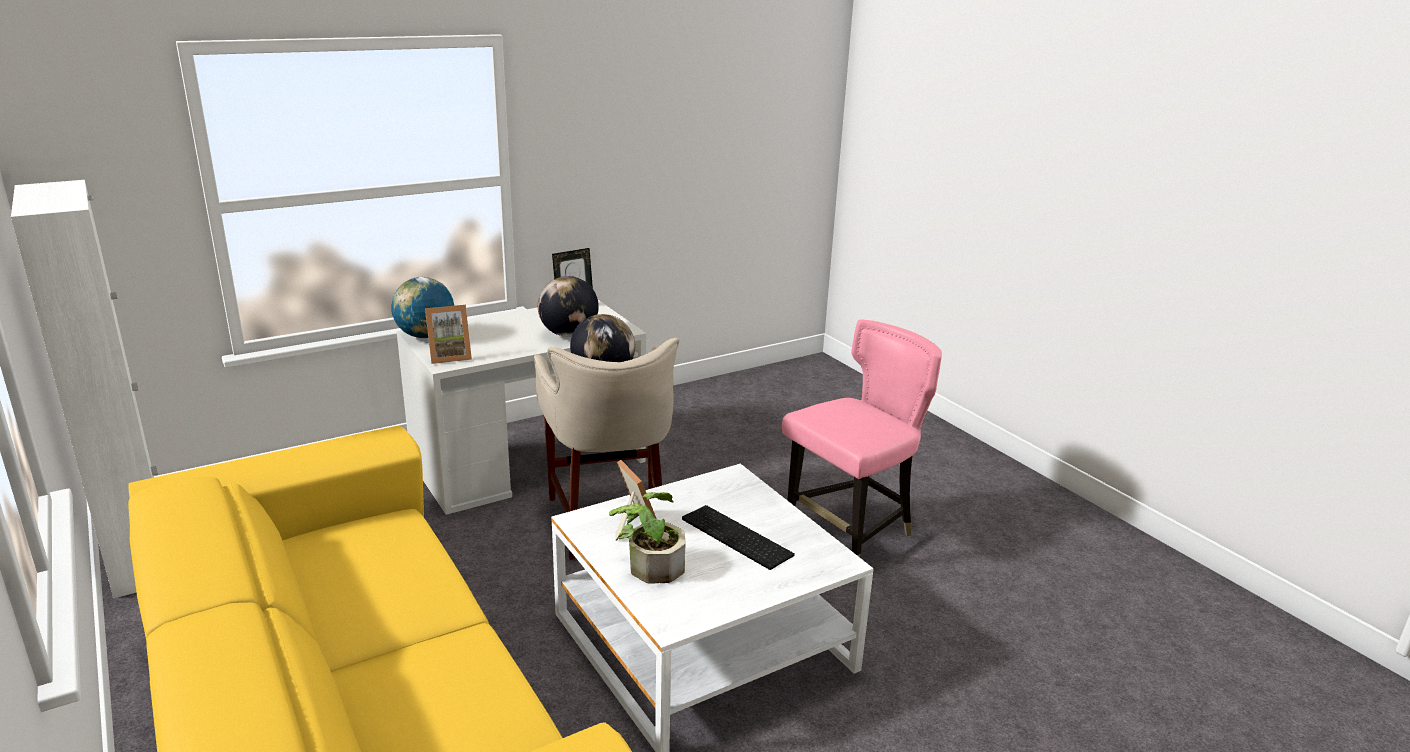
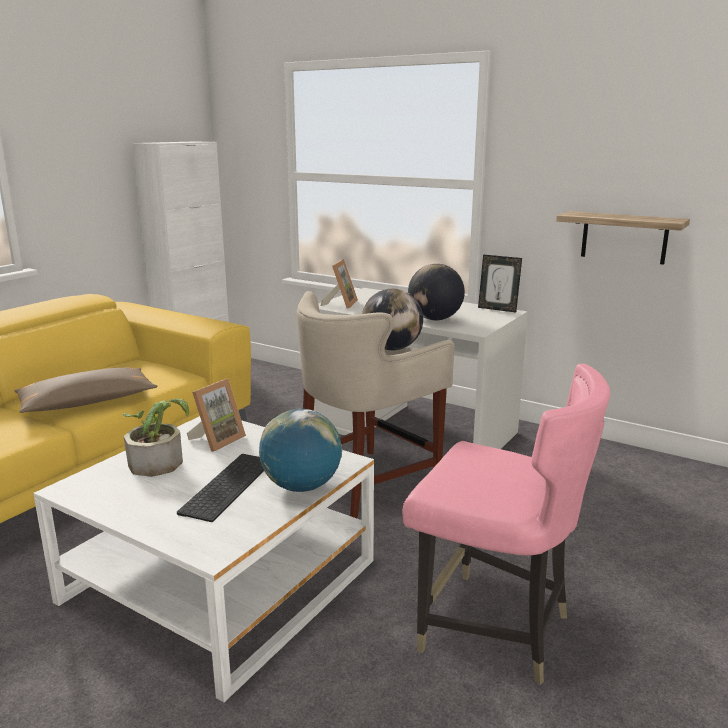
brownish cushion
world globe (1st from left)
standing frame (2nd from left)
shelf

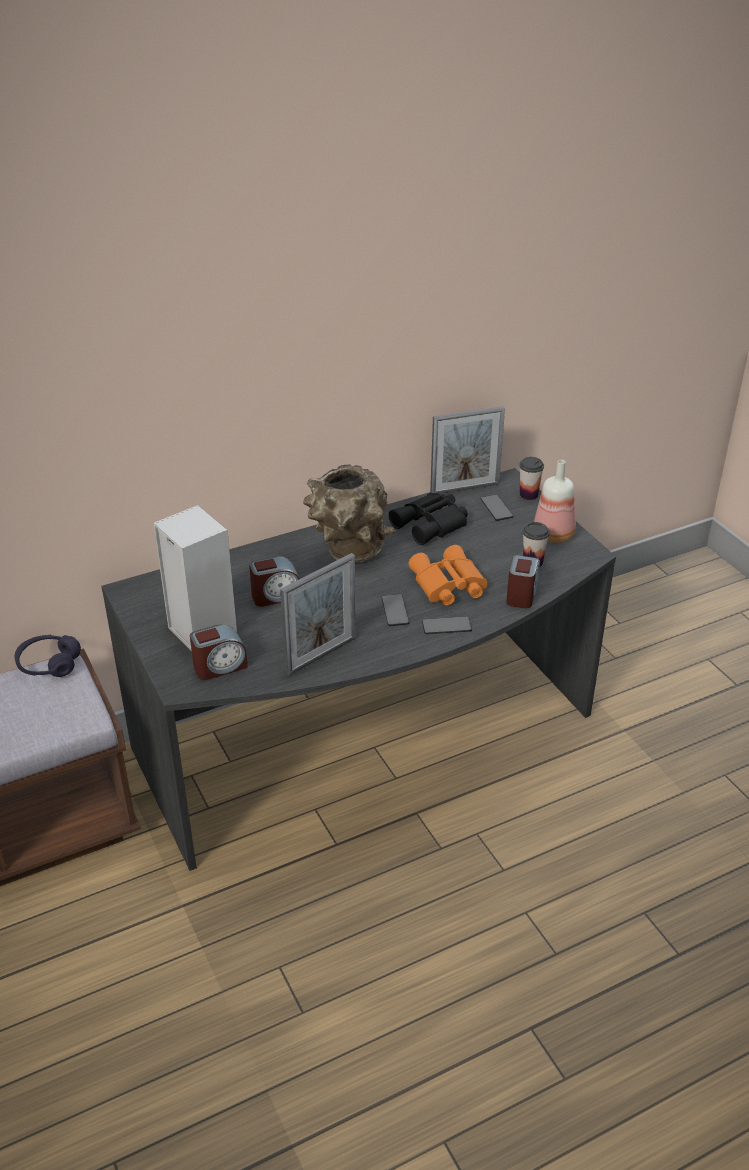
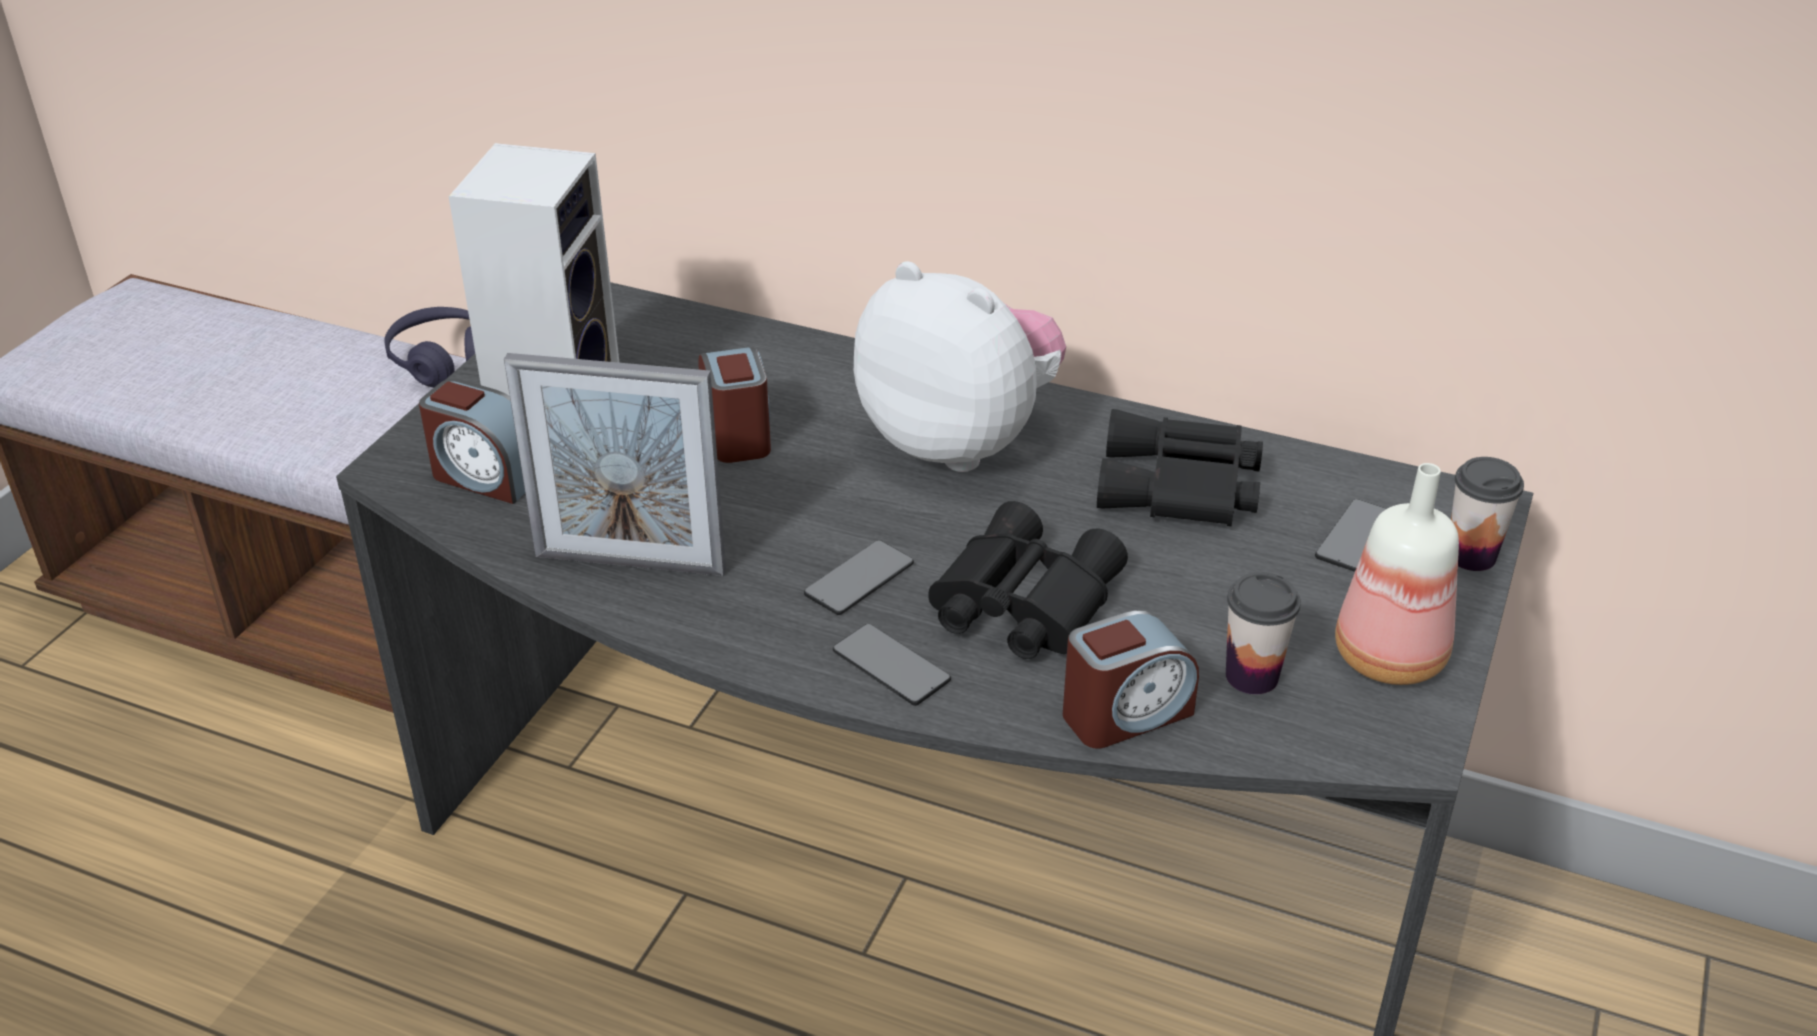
table clock (2nd from left)
cuddly toy
black-coloured pair of binoculars (1st from left)
standing frame (2nd from left in the first image)

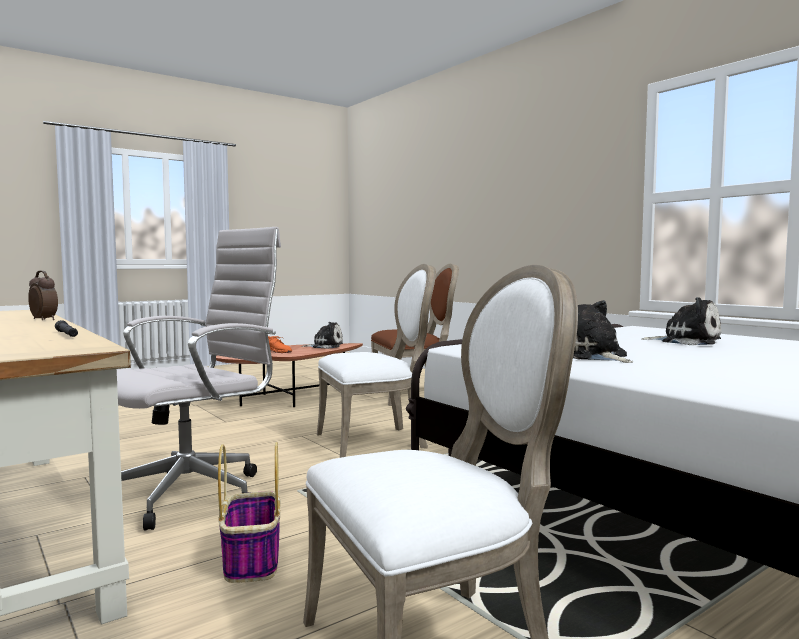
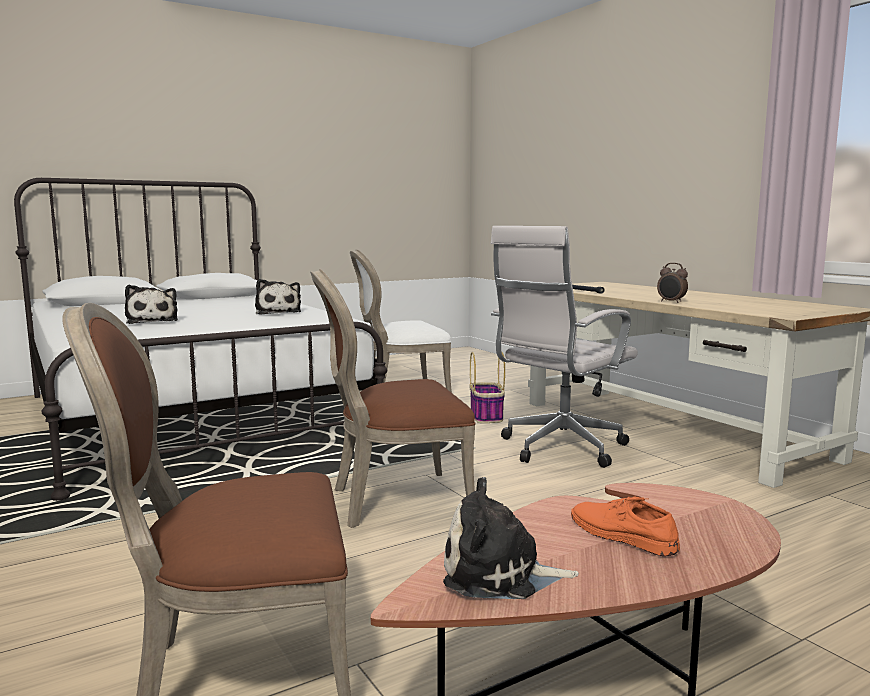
cuddly toy (1st from left)
brownish chair (2nd from left)

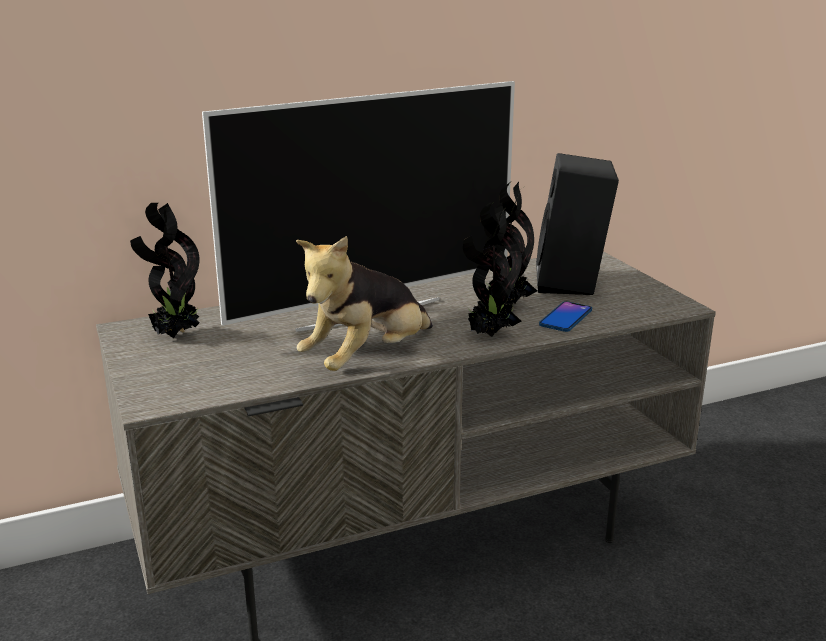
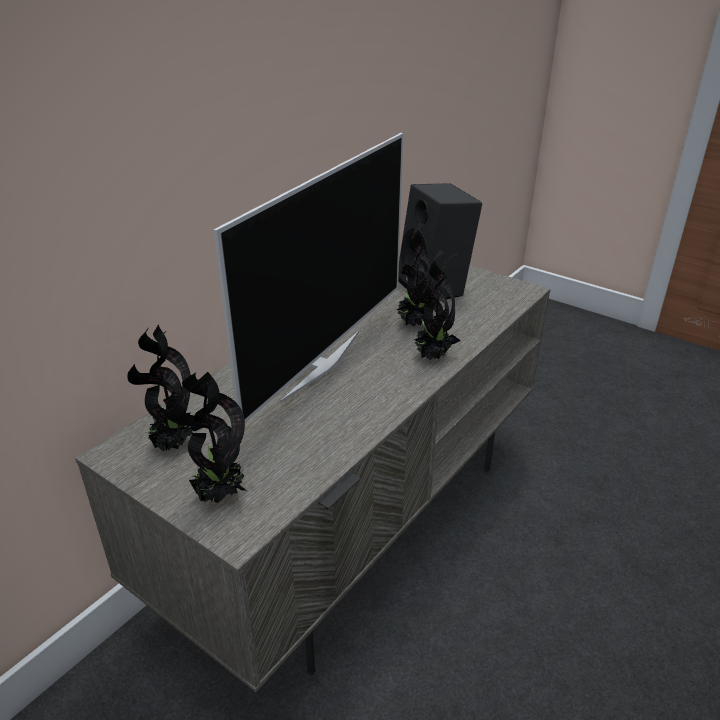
potted plant (2nd from left)
cuddly toy
telephone

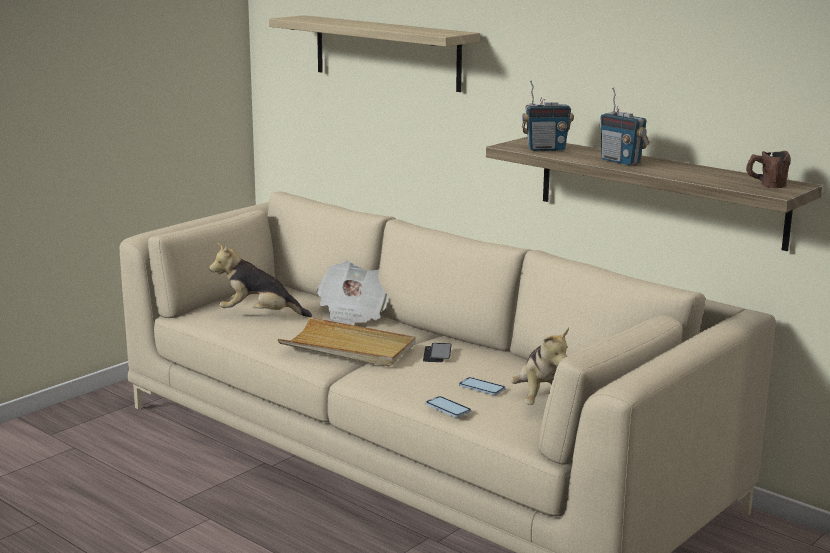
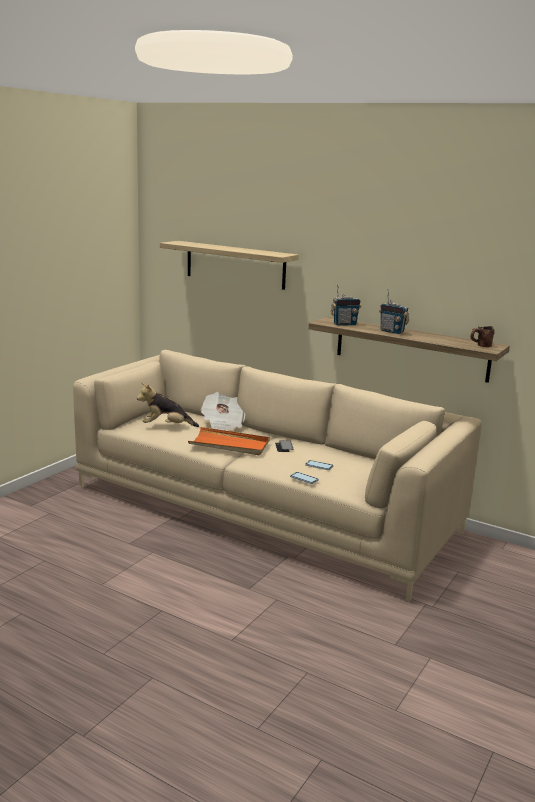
orange serving tray
cuddly toy (2nd from left in the first image)

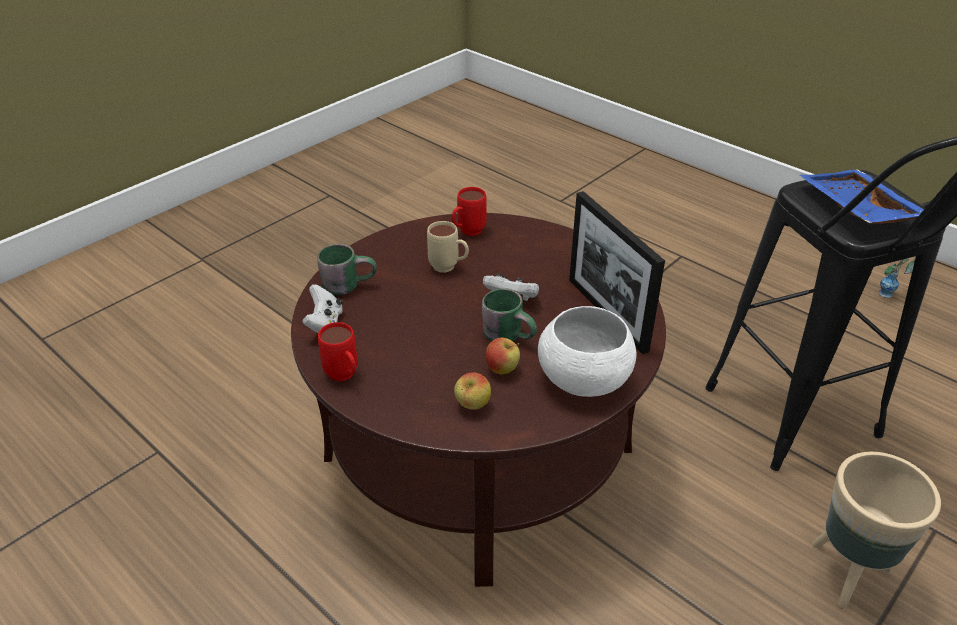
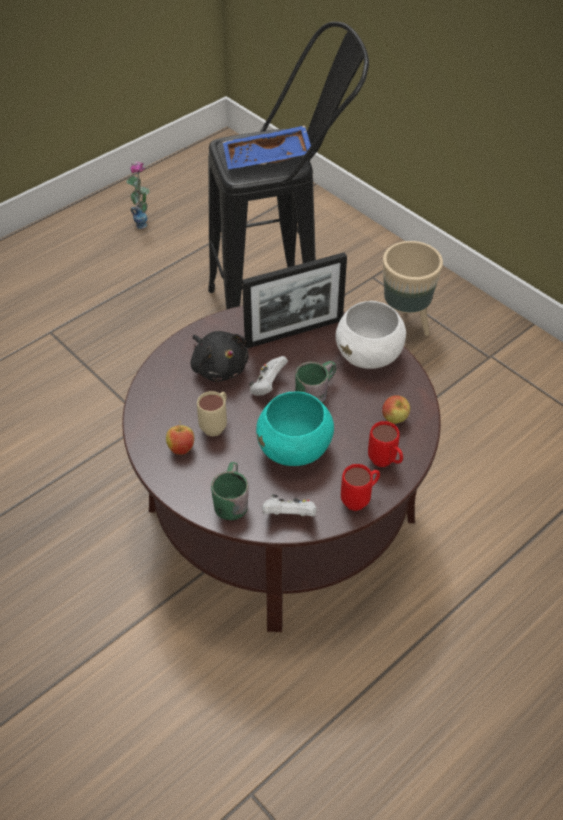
whole apple (1st from left)
black-coloured cuddly toy
turquoise-coloured deep dish
red coffee mug (2nd from left)

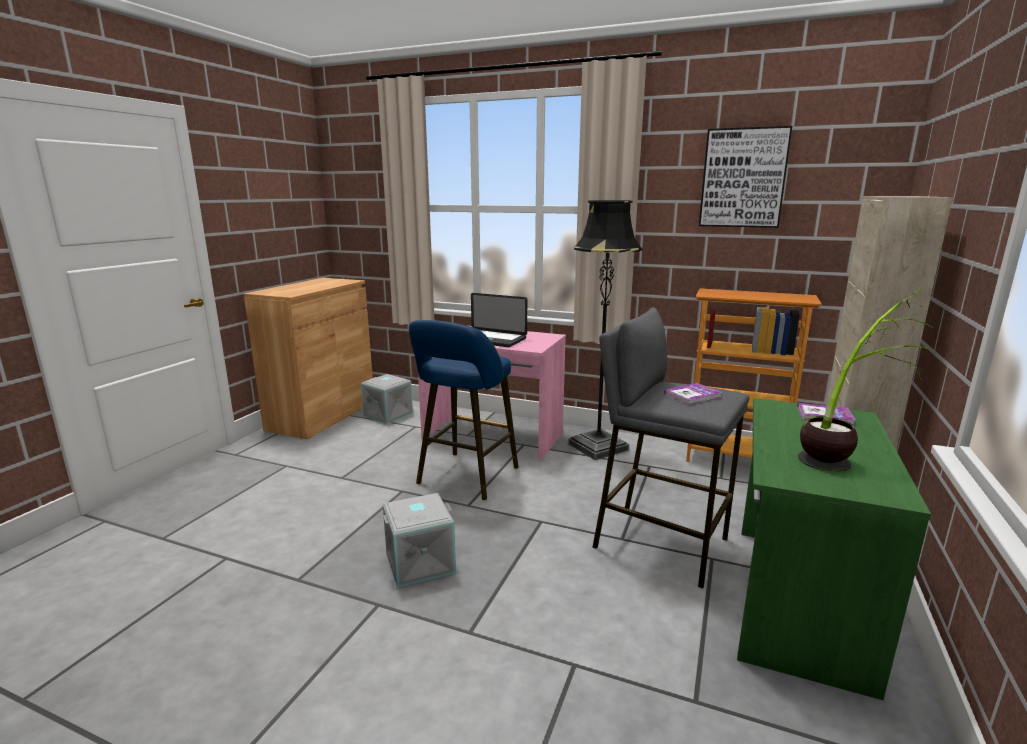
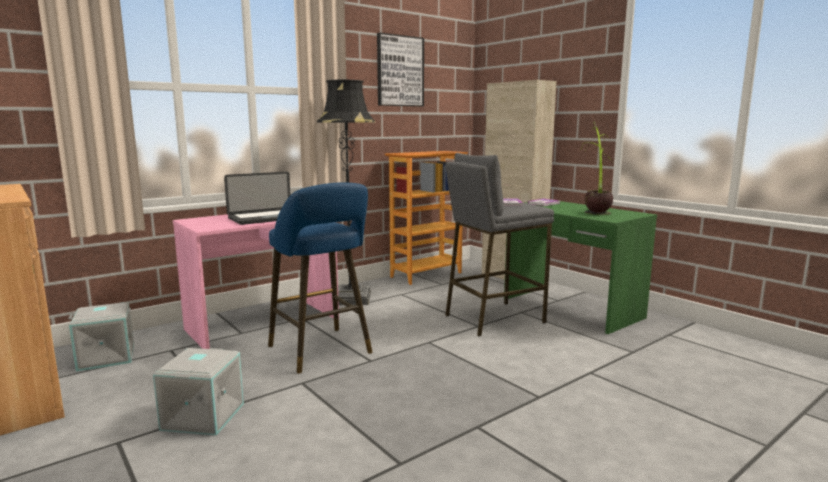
gray storage container (2nd from left)

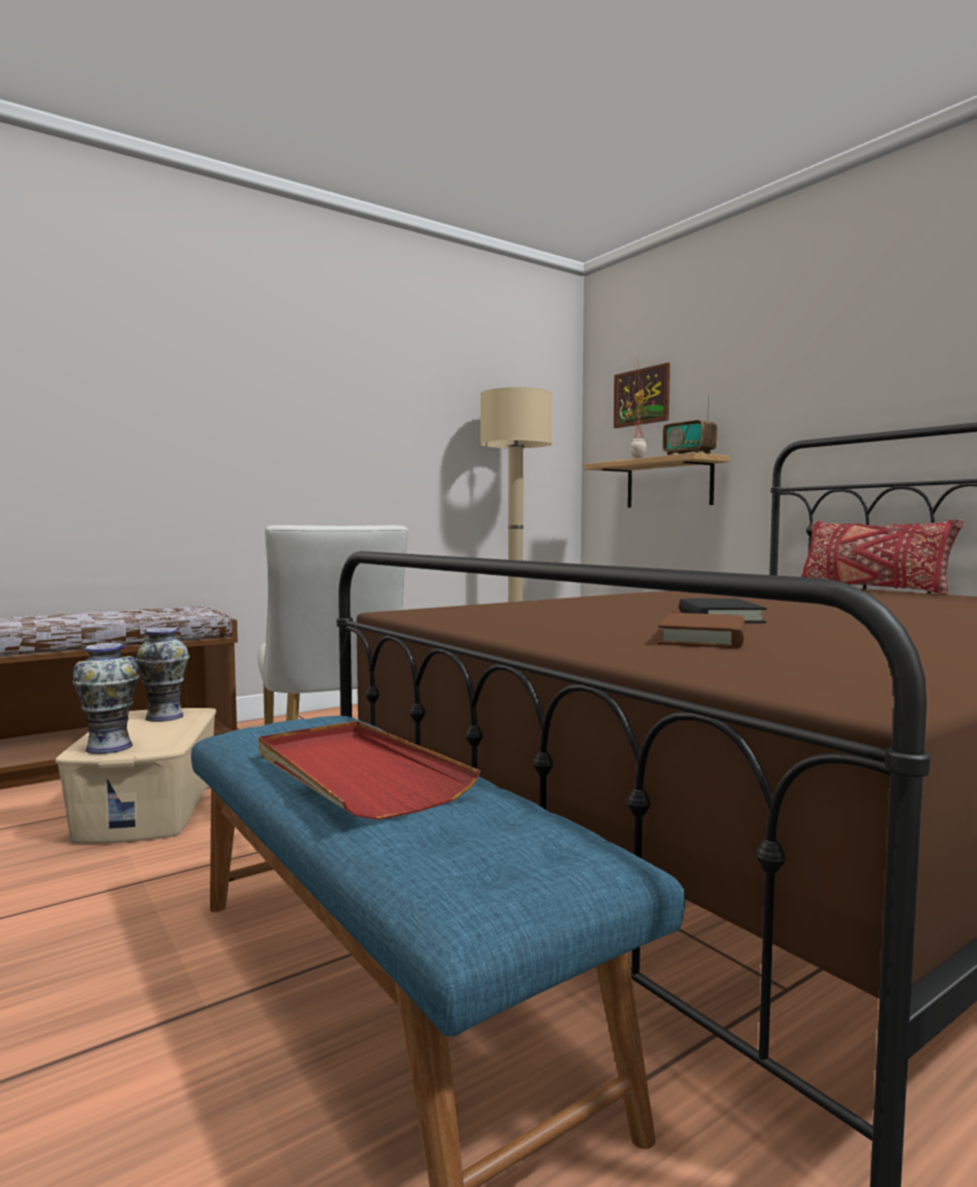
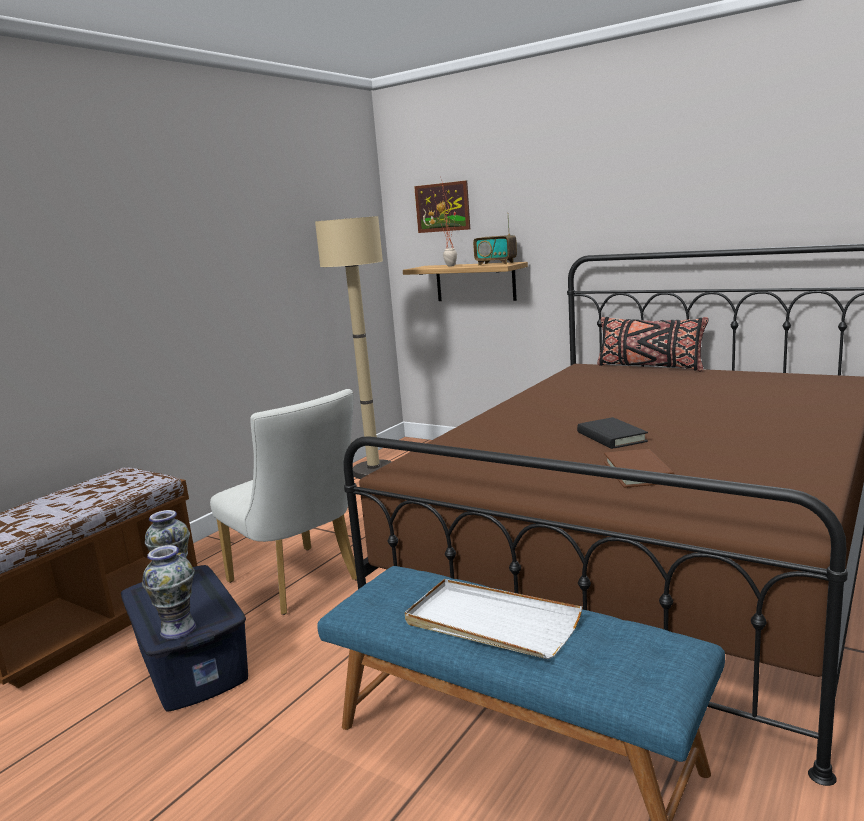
blue storage container
white-coloured serving tray
black-coloured cushion

